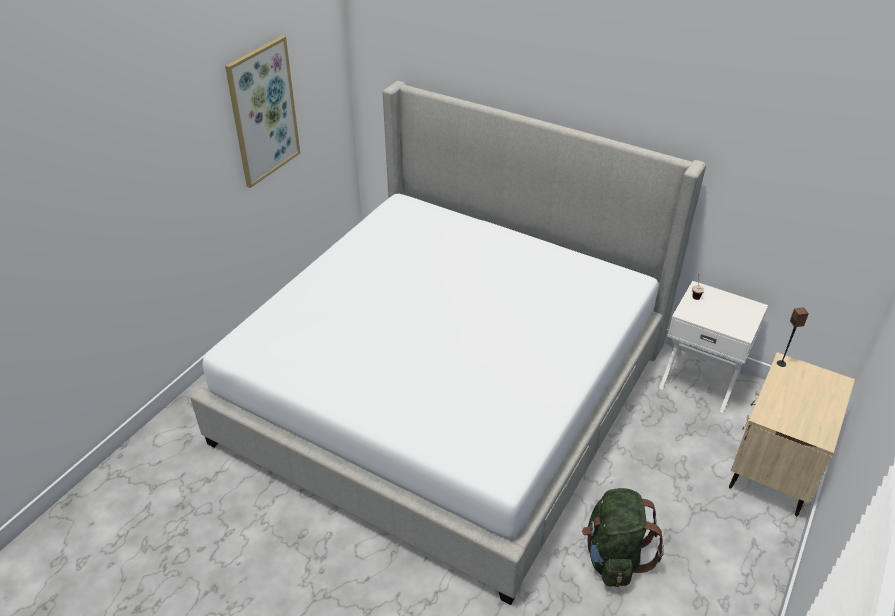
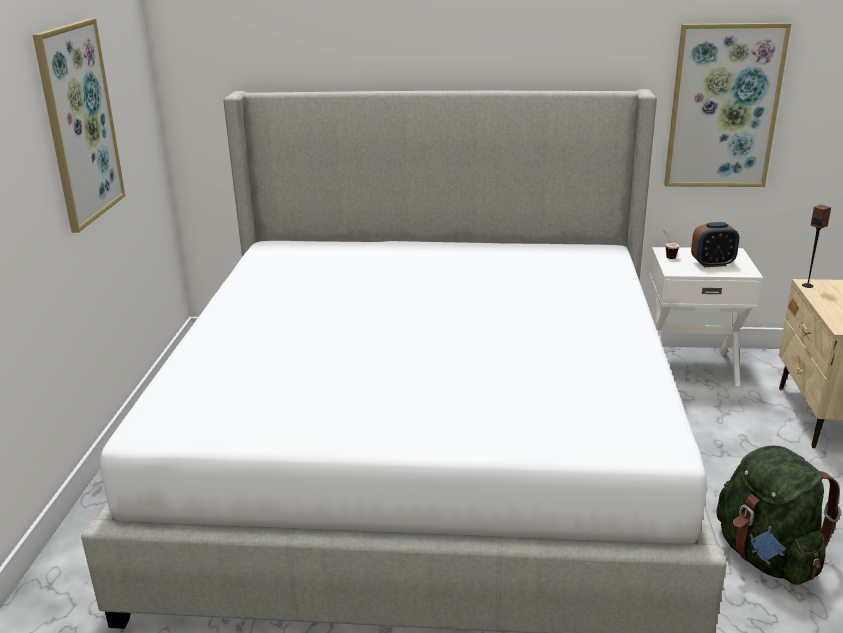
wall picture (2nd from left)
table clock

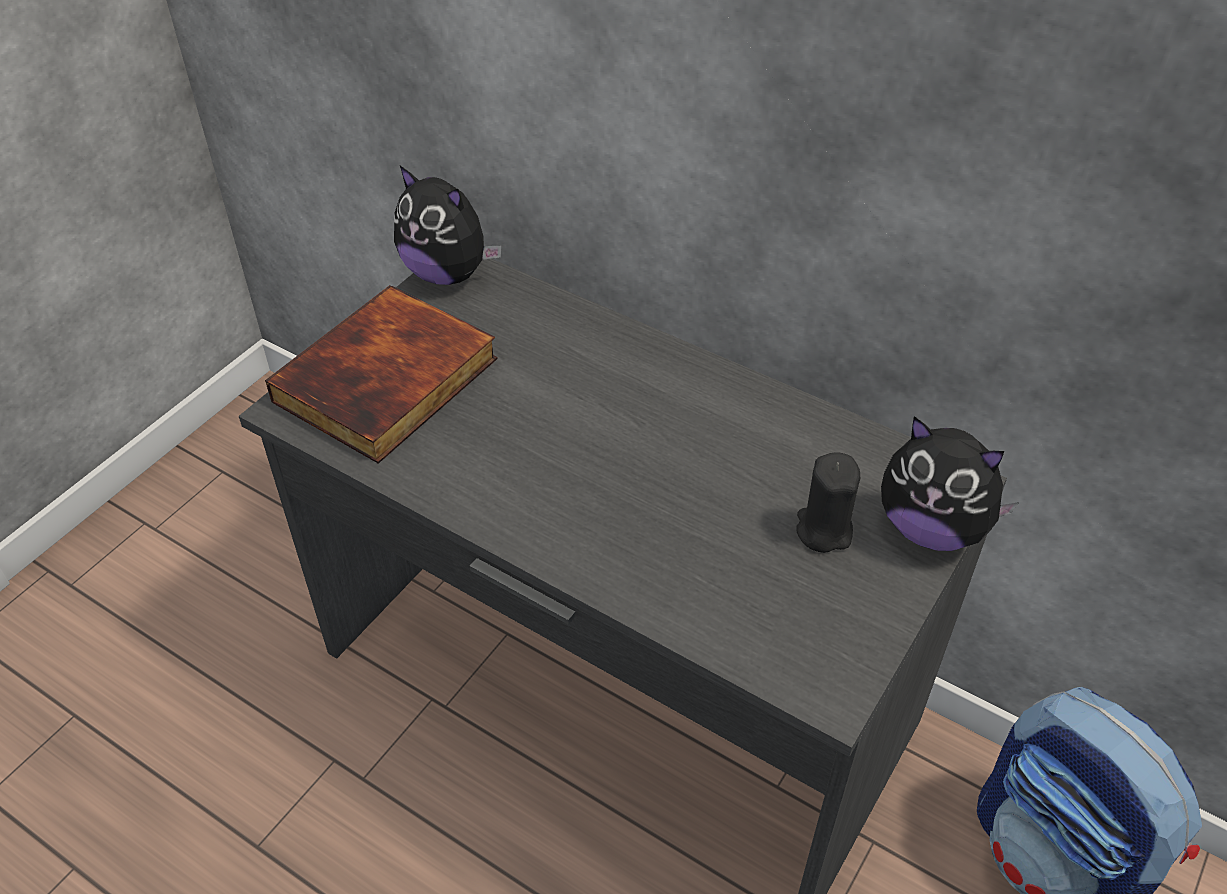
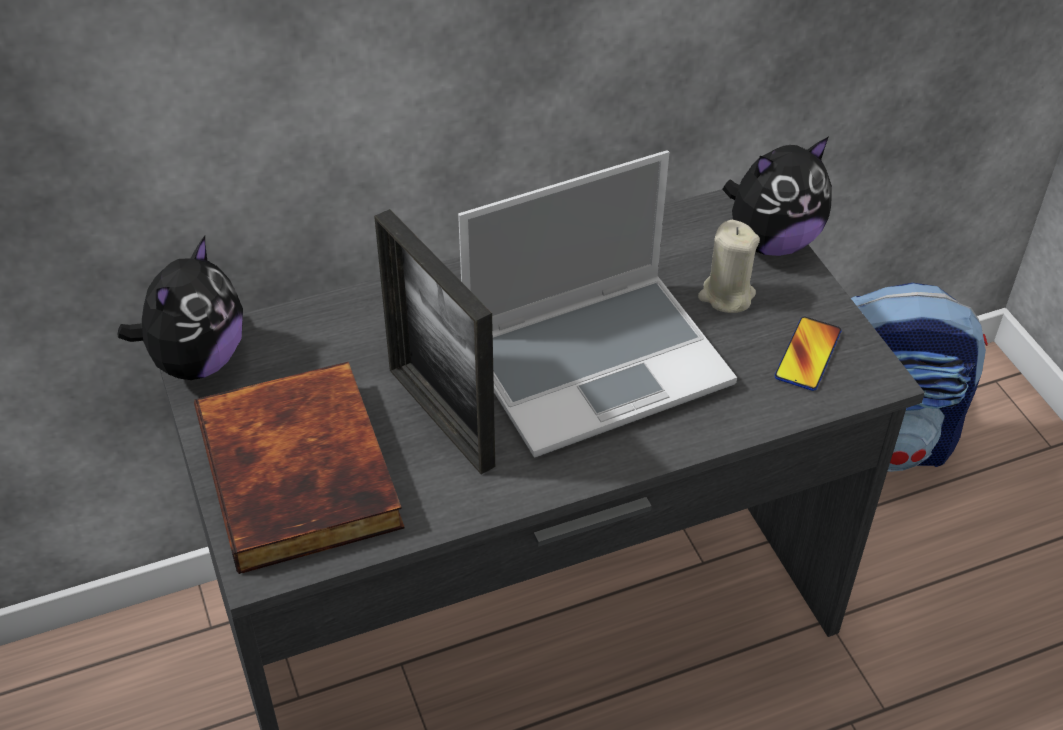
cuddly toy (1st from left)
standing frame
laptop
beige wax light
telephone

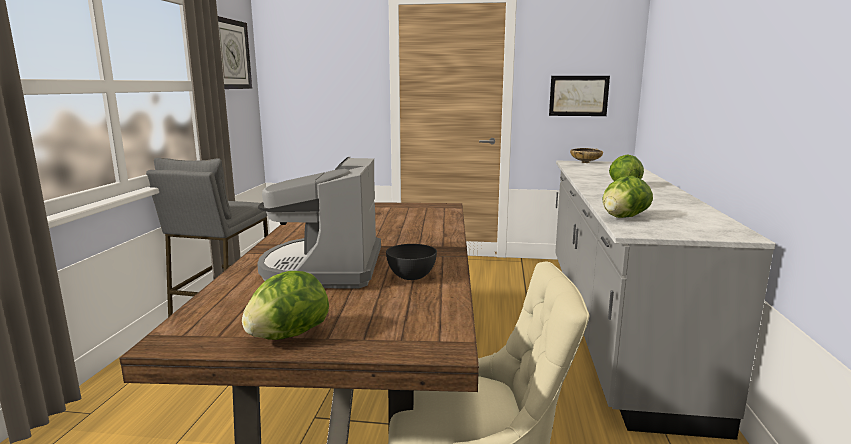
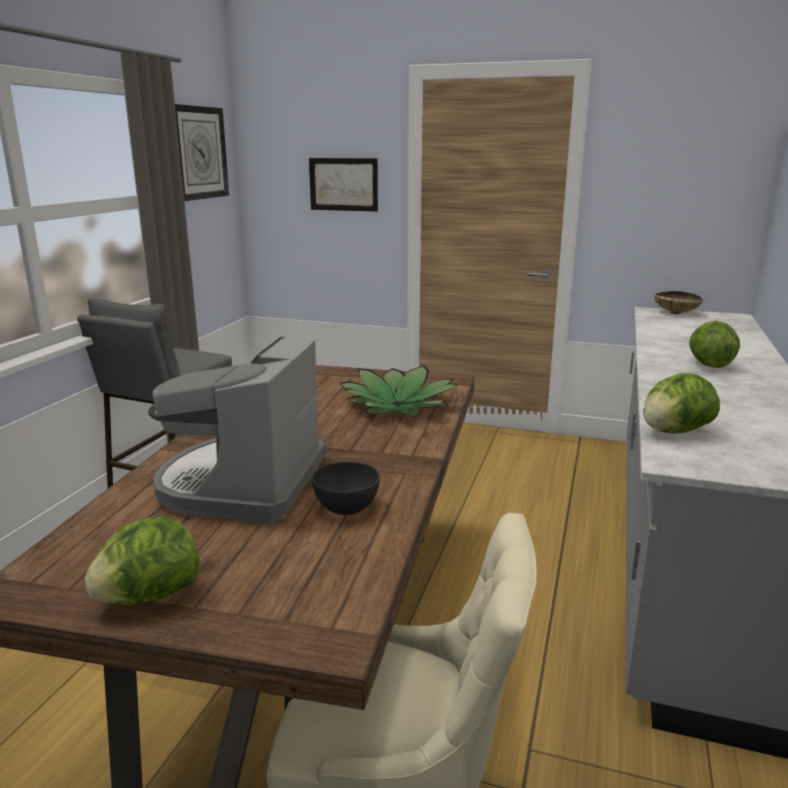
wall picture
potted plant

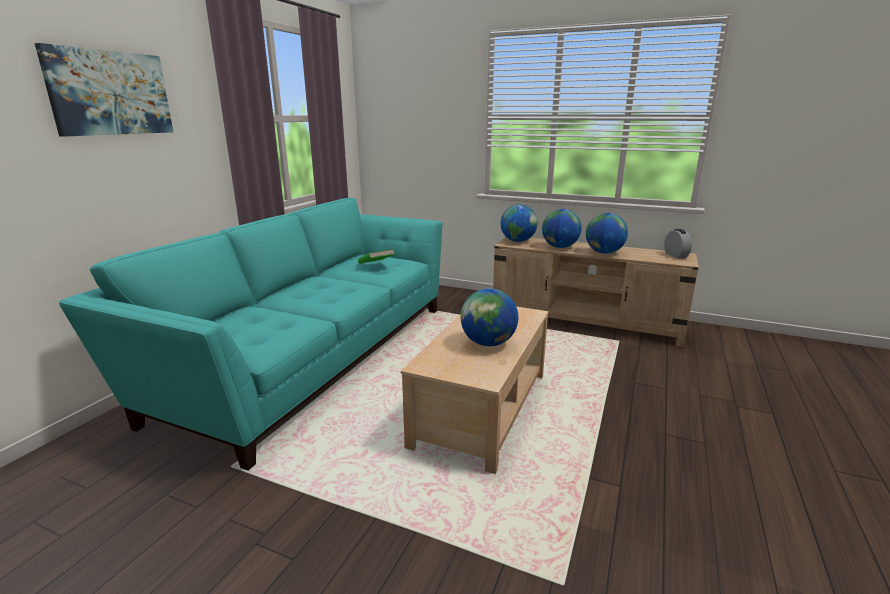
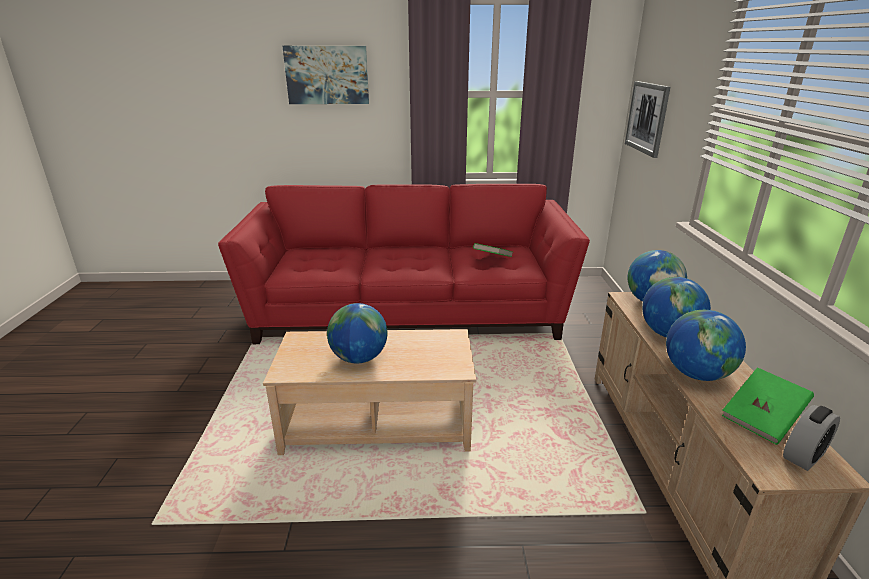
red couch
wall picture (2nd from left)
green volume (2nd from left)

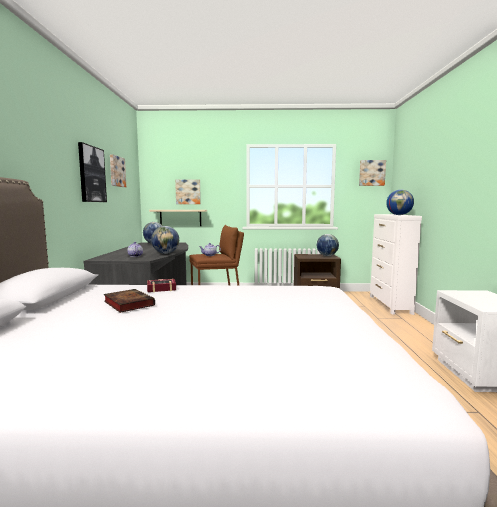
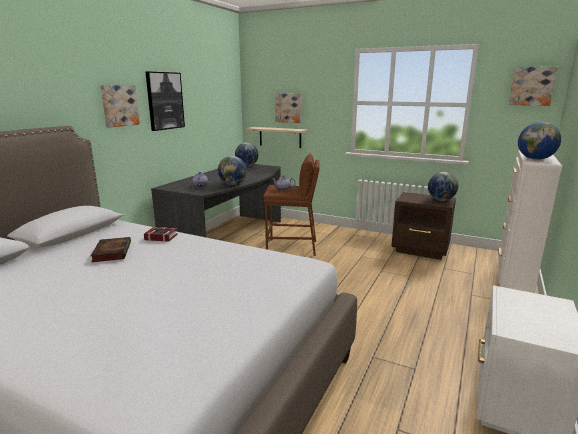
wall picture (1st from left)

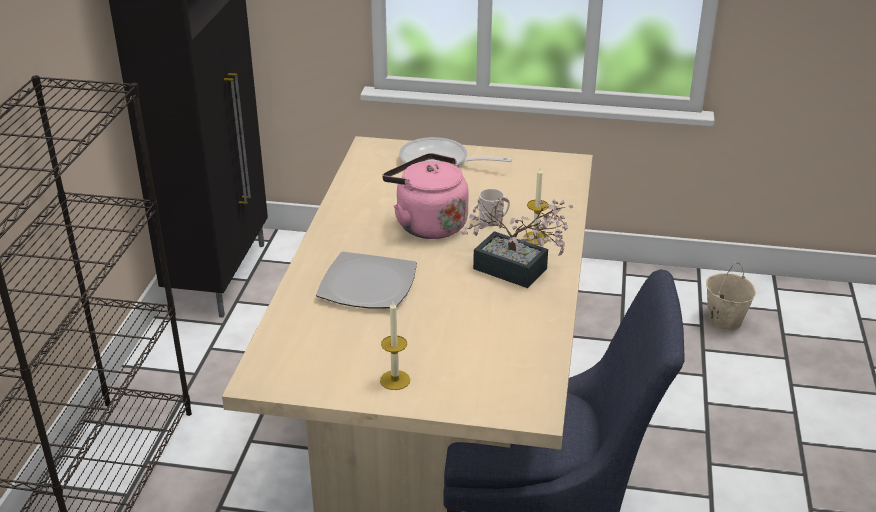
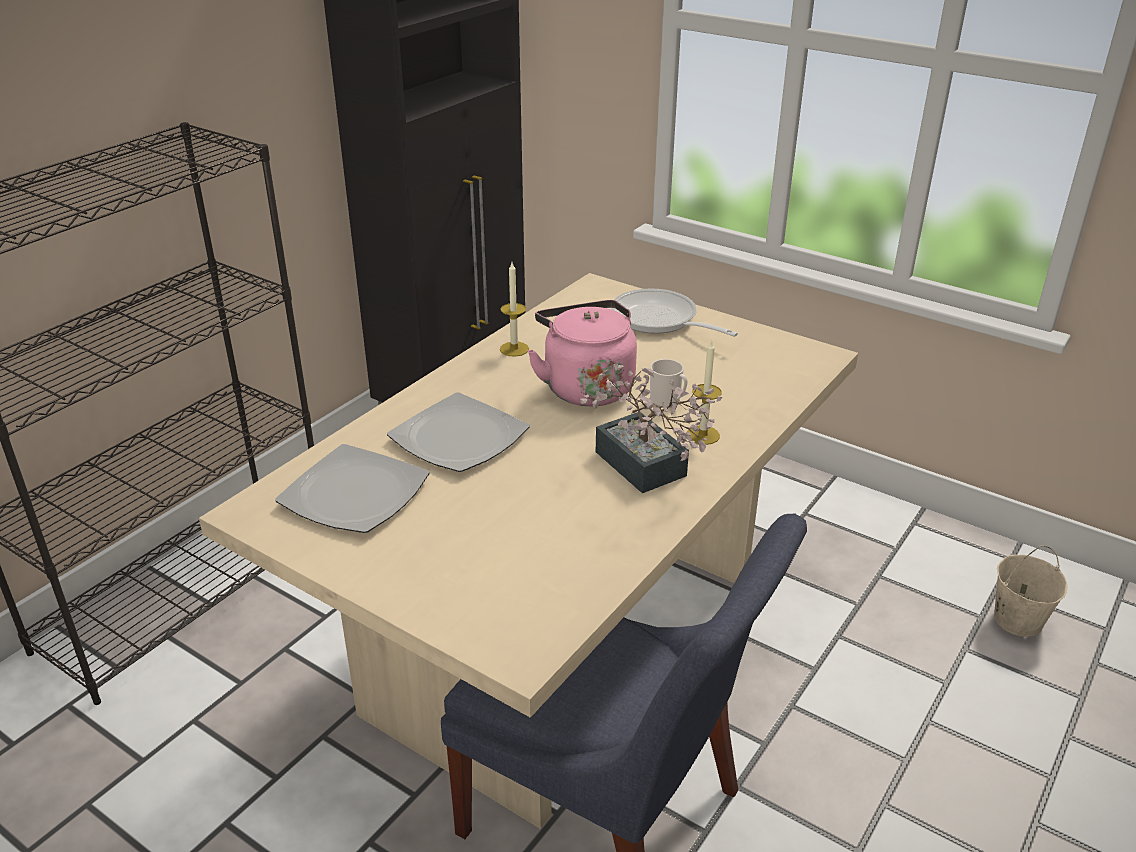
dinner plate (1st from left)
wax light (1st from left)

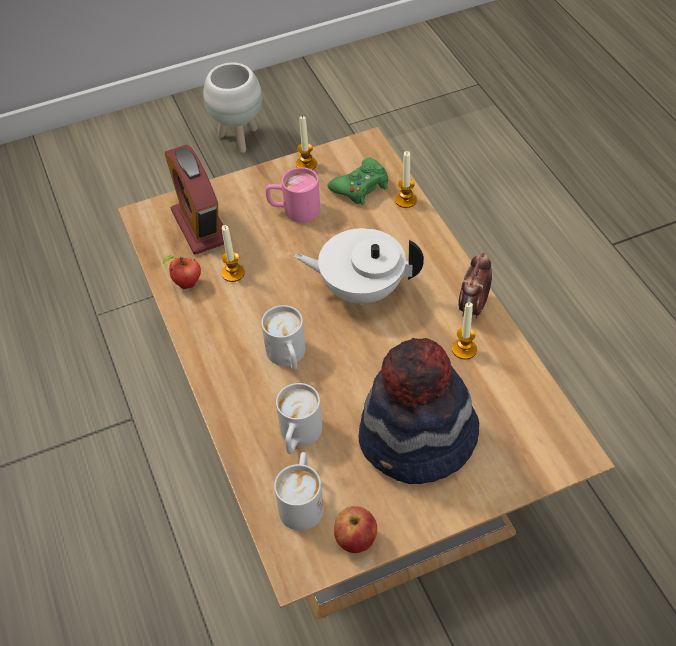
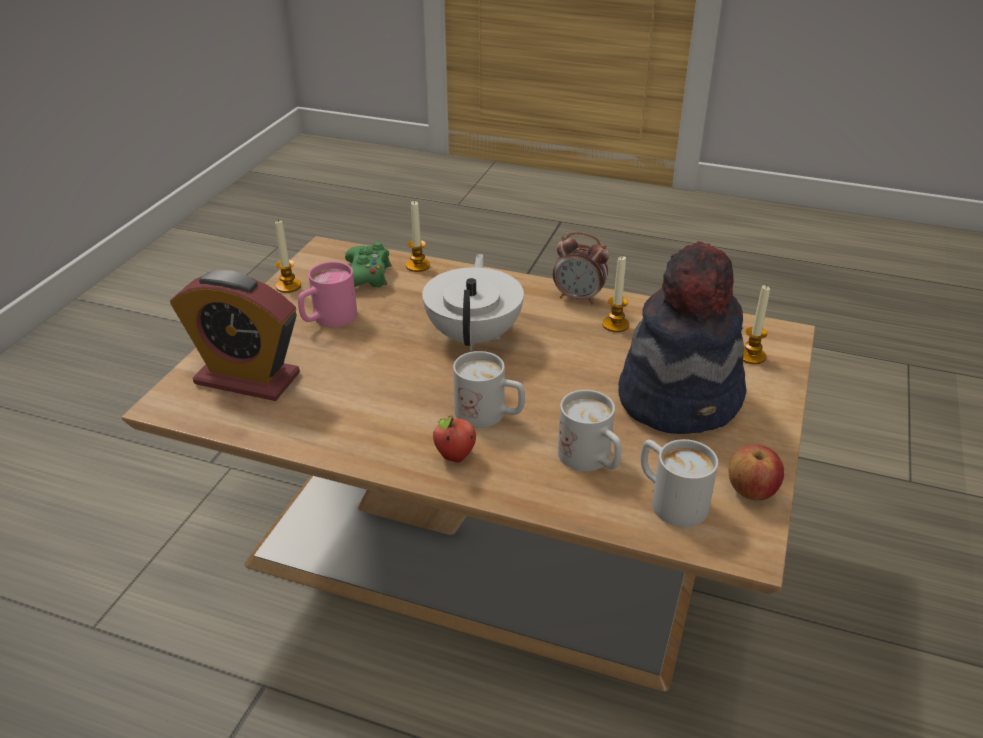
white-coloured teapot
whole apple (1st from left)
table clock (2nd from left)
wax light (4th from left)
white-coloured flower pot

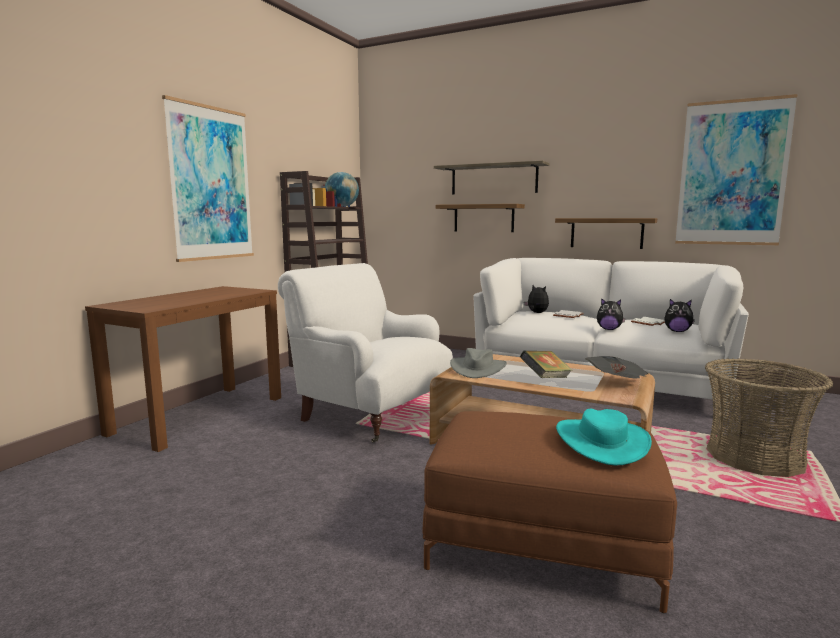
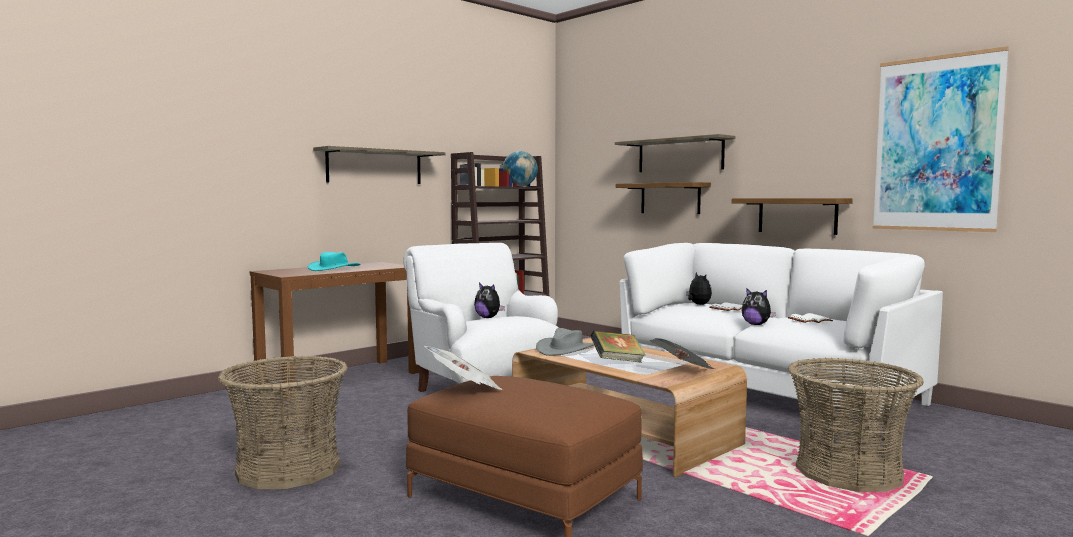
basket (1st from left)
turquoise-coloured wearable hat
shelf (1st from left)
daily paper (1st from left)
cuddly toy (1st from left)

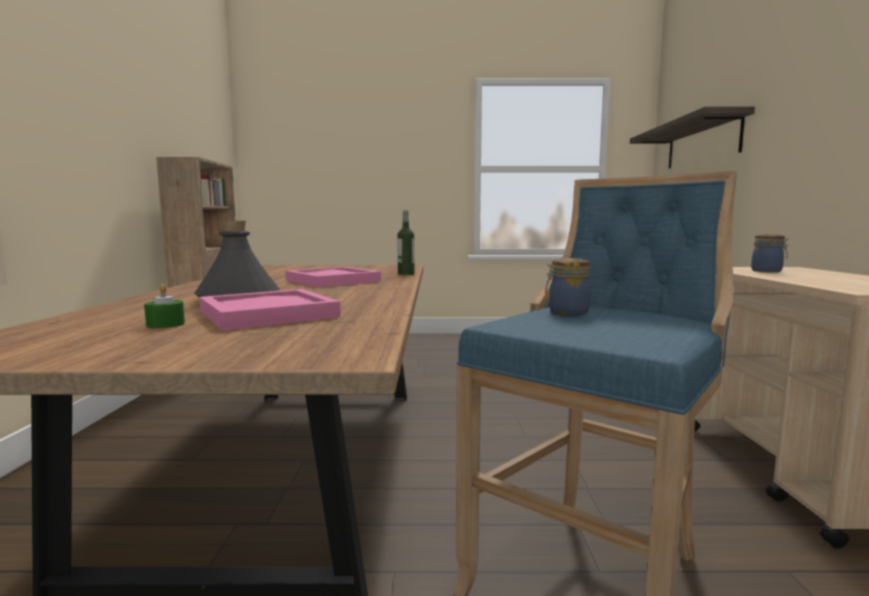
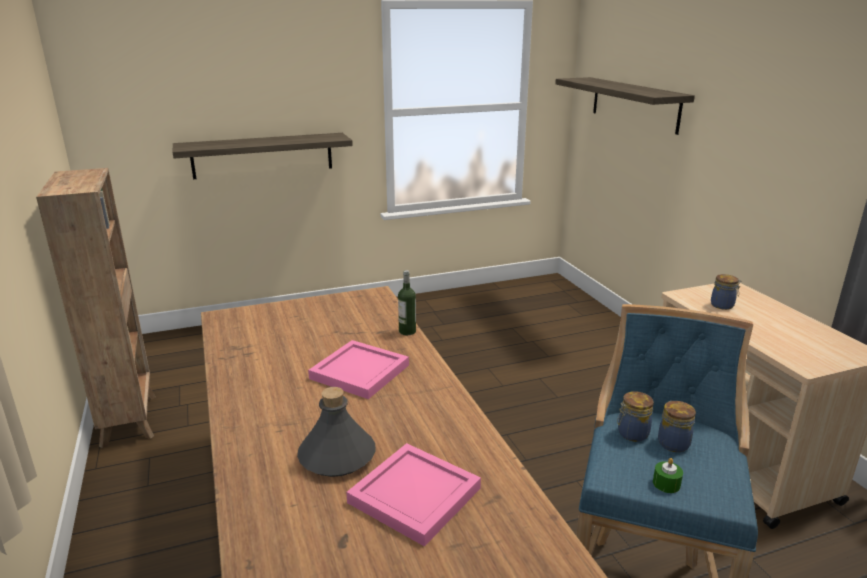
shelf (1st from left)
green wax light
preserve jar (2nd from left)

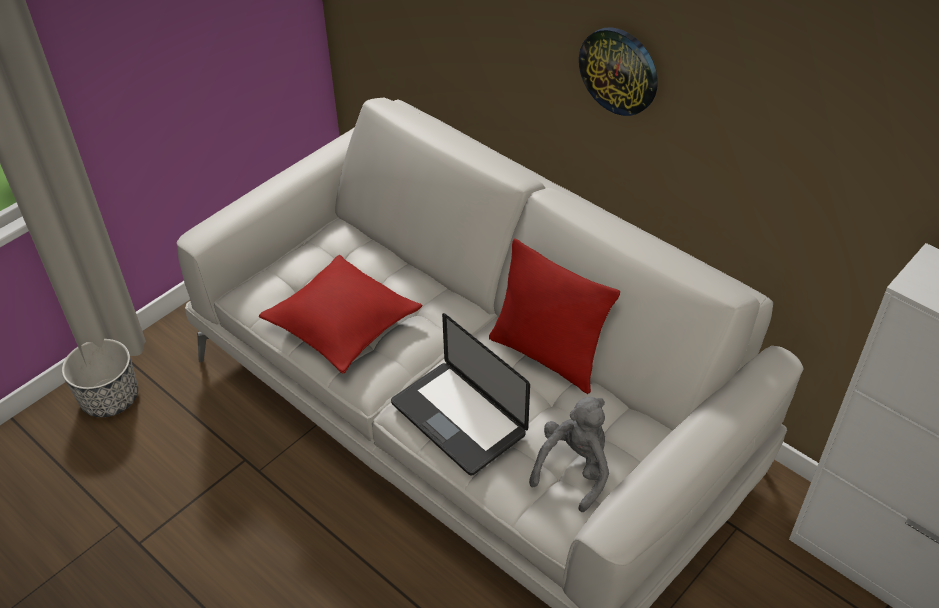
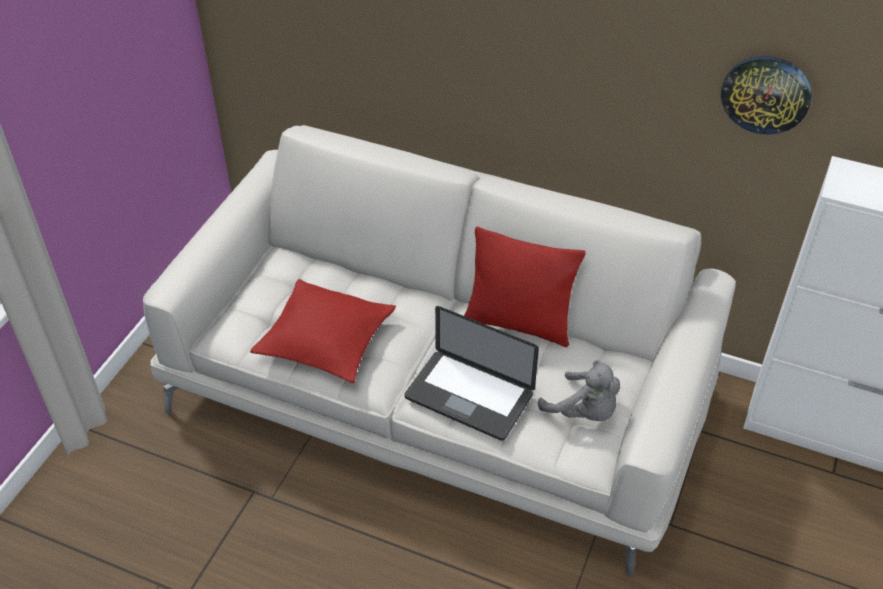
gray cuddly toy
wall clock
flower pot

